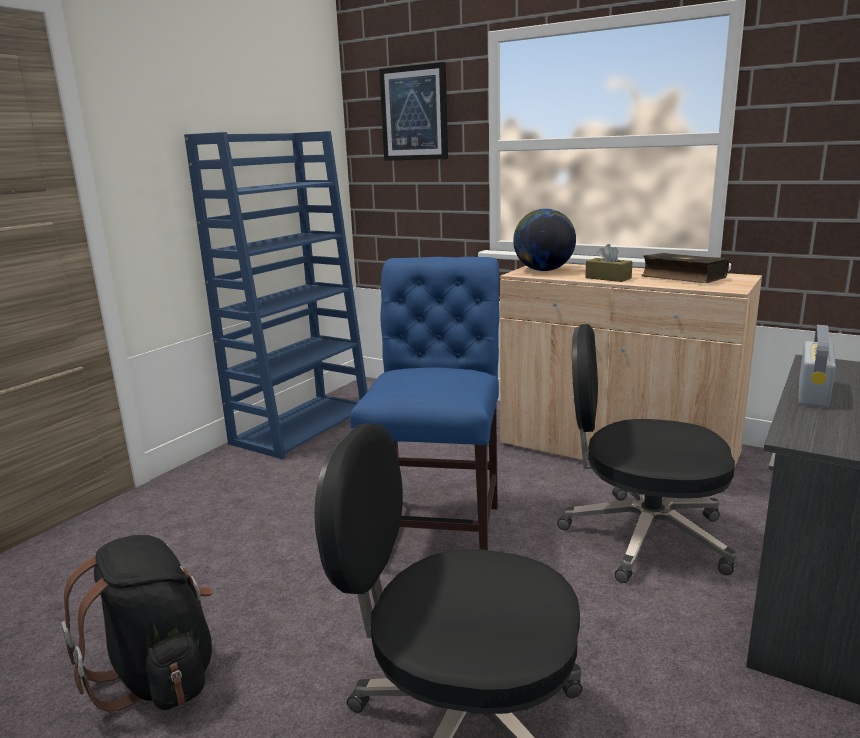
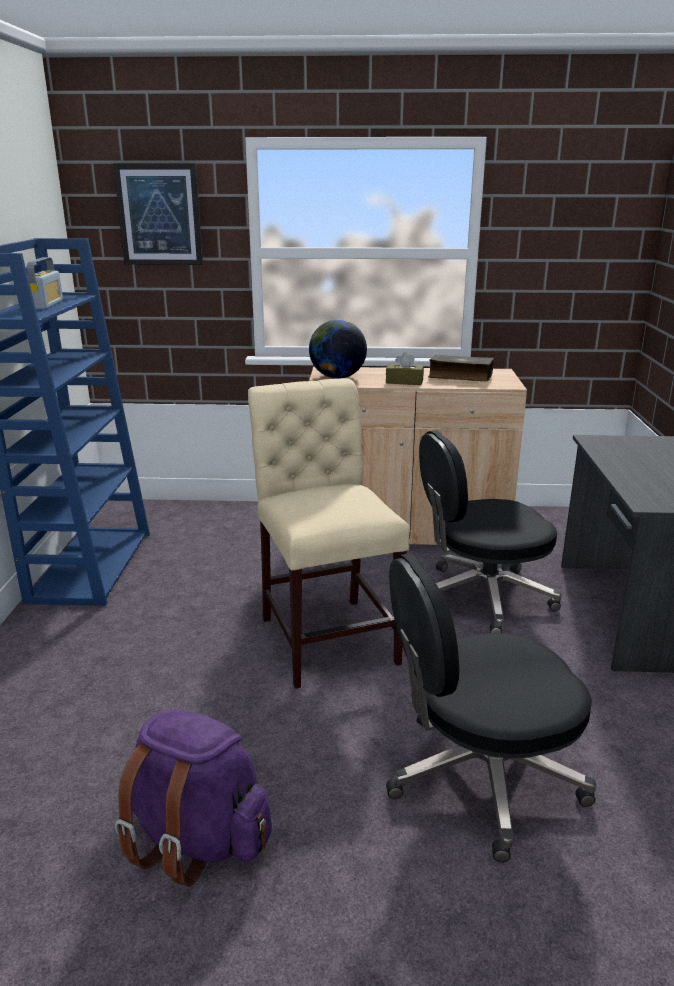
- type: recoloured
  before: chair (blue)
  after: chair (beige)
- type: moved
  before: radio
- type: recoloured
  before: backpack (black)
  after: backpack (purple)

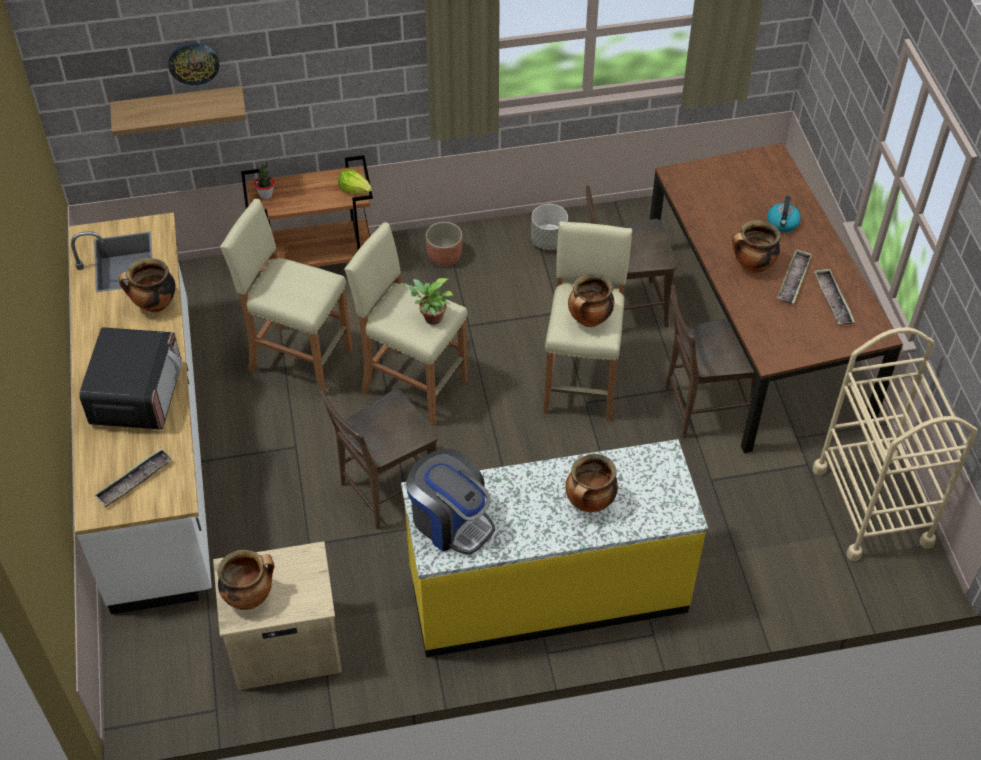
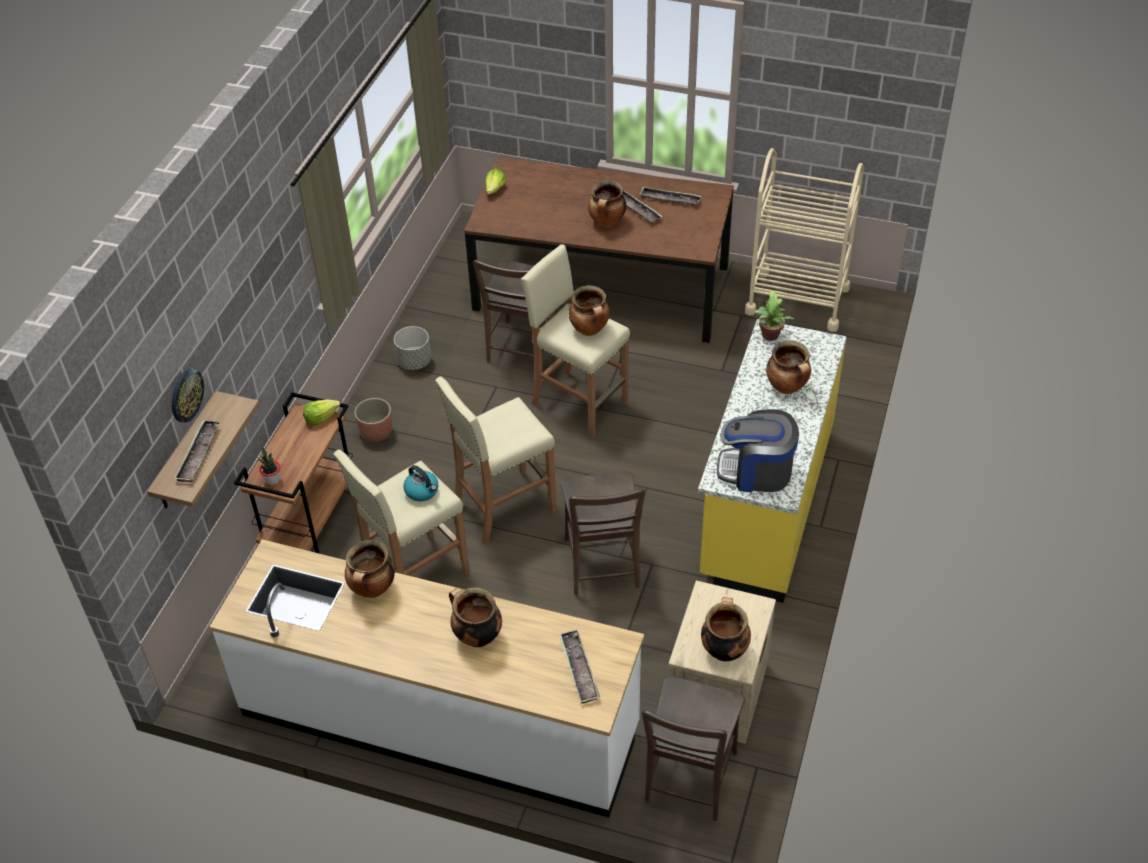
- type: moved
  before: kettle
- type: moved
  before: potted plant (2nd from left)
- type: moved
  before: chair (brown) (3rd from left)
- type: replaced
  before: microwave
  after: cooking pot (2nd from left)
- type: turned
  before: coffee machine
  turn: -150
- type: added
  after: lettuce (2nd from left)
- type: added
  after: tray (1st from left)

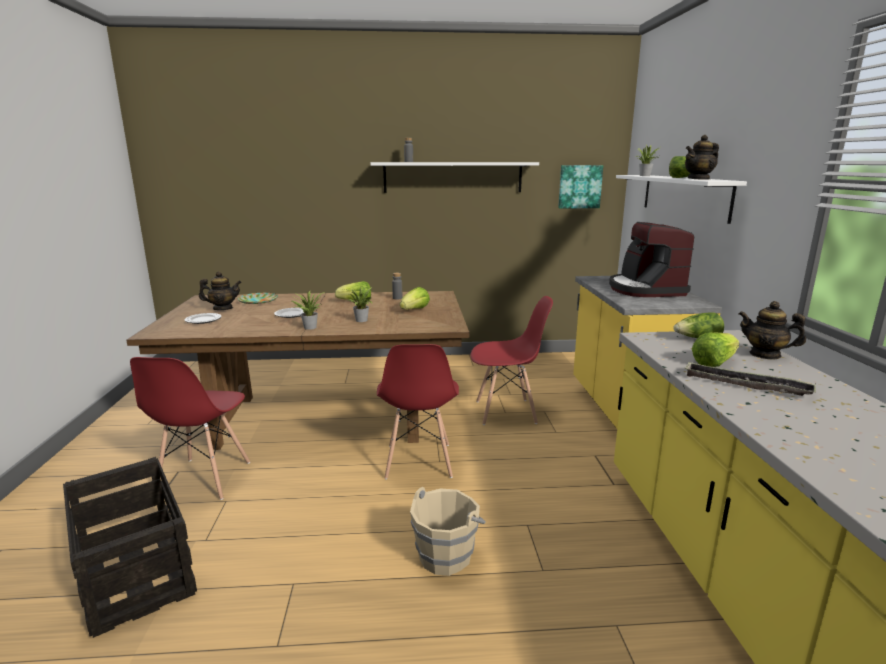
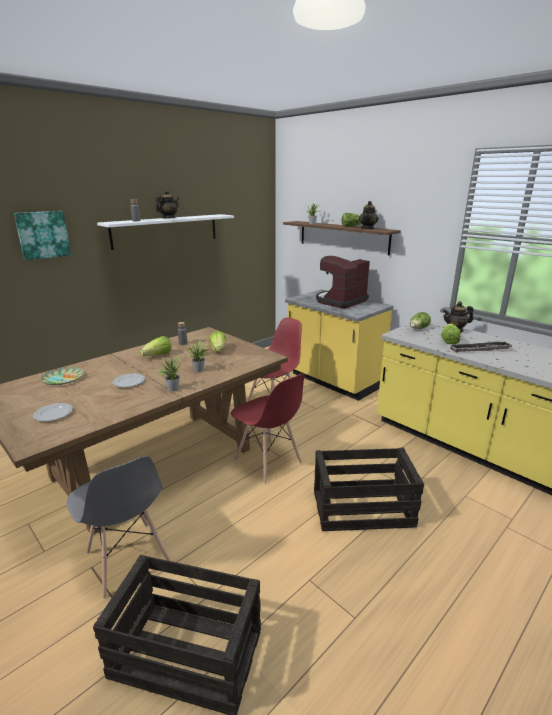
- type: moved
  before: picture
- type: recoloured
  before: shelf (white) (2nd from left)
  after: shelf (brown)
- type: turned
  before: coffee machine
  turn: 90
- type: moved
  before: teapot (1st from left)
- type: recoloured
  before: chair (red) (1st from left)
  after: chair (grey)
- type: replaced
  before: bucket (beige)
  after: crate (2nd from left)

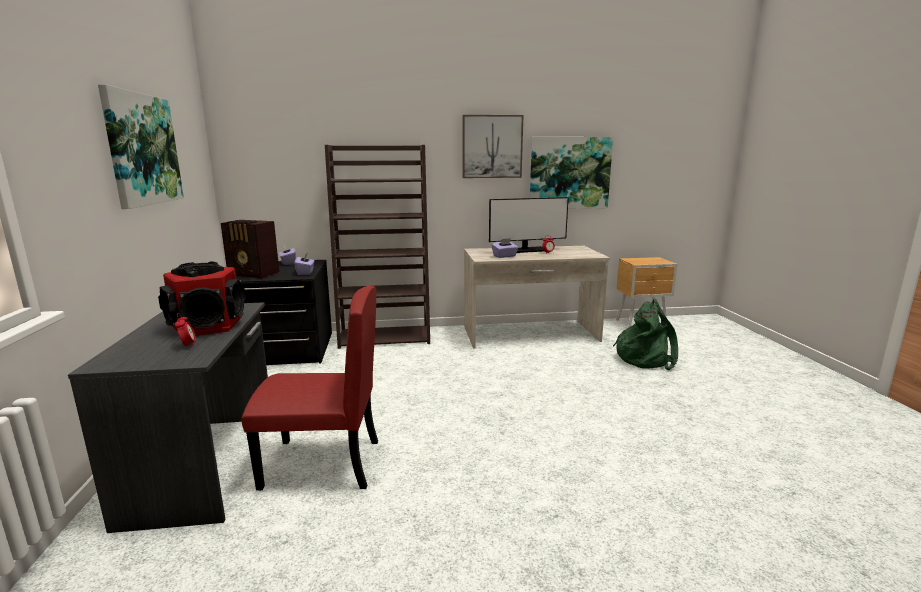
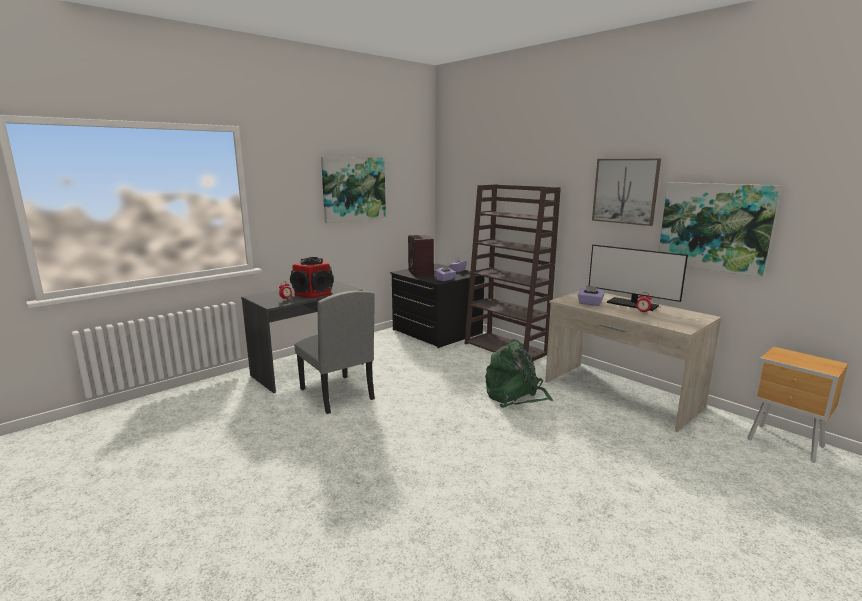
- type: recoloured
  before: chair (red)
  after: chair (grey)
- type: moved
  before: backpack (green)

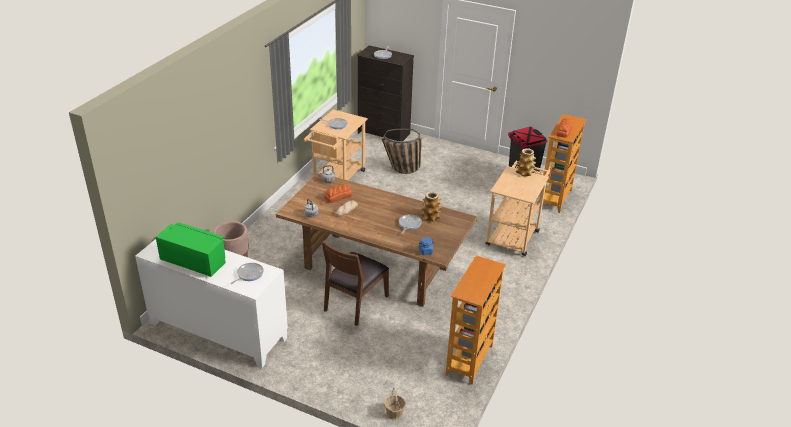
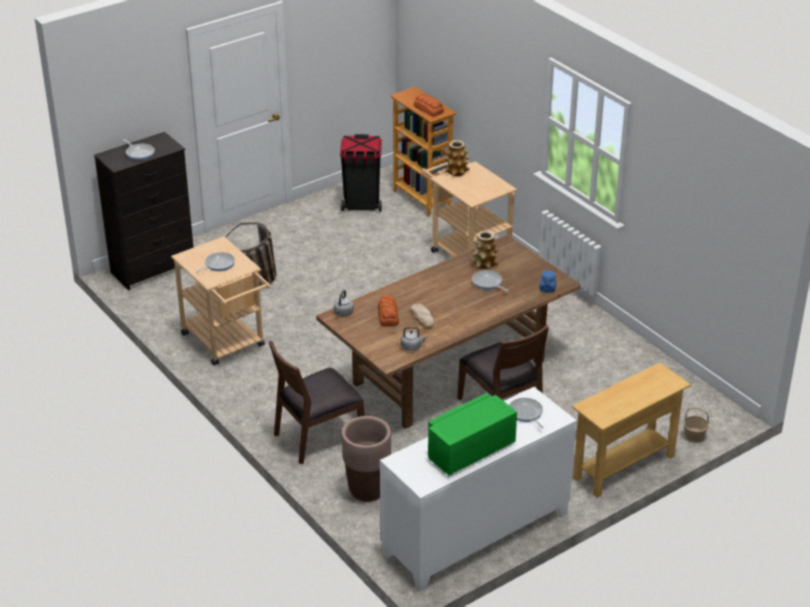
- type: removed
  before: bookcase (1st from left)
- type: added
  after: chair (brown) (1st from left)
- type: added
  after: console table (beige)

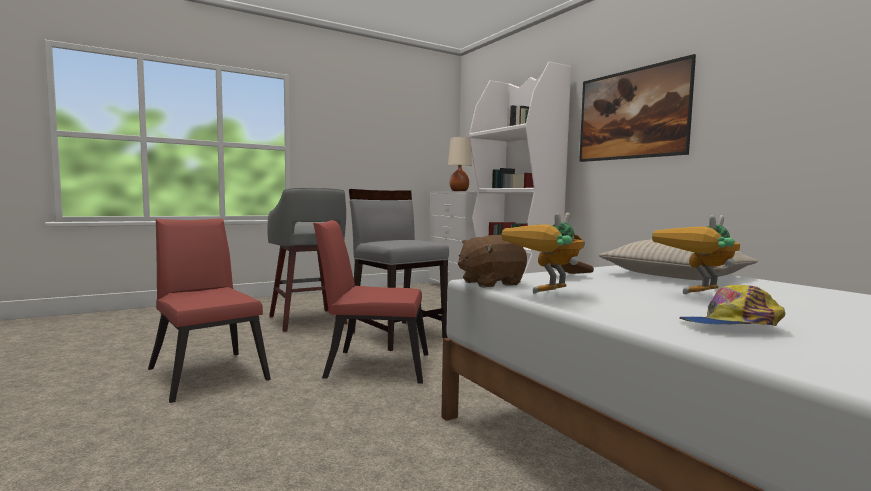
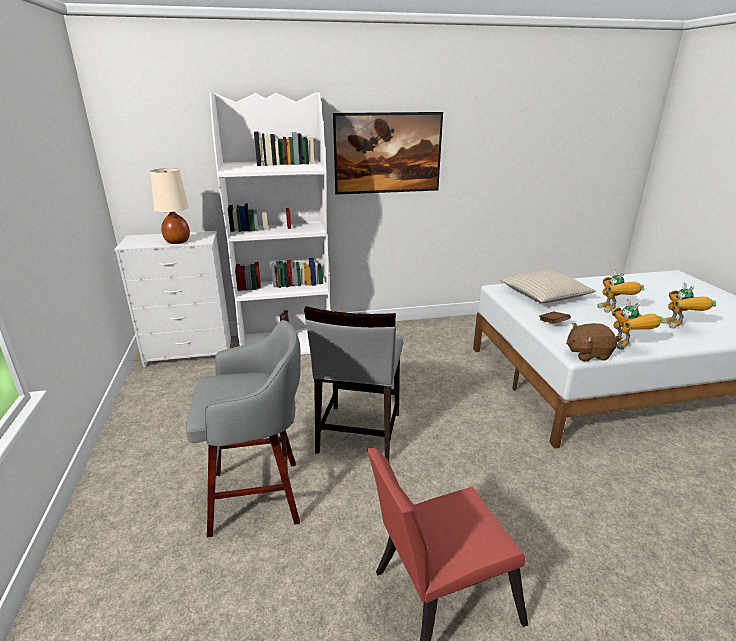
- type: turned
  before: chair (grey)
  turn: -60
- type: removed
  before: chair (red) (2nd from left)
- type: turned
  before: plush toy (brown)
  turn: 90
- type: replaced
  before: cap
  after: toy robot (3rd from left)

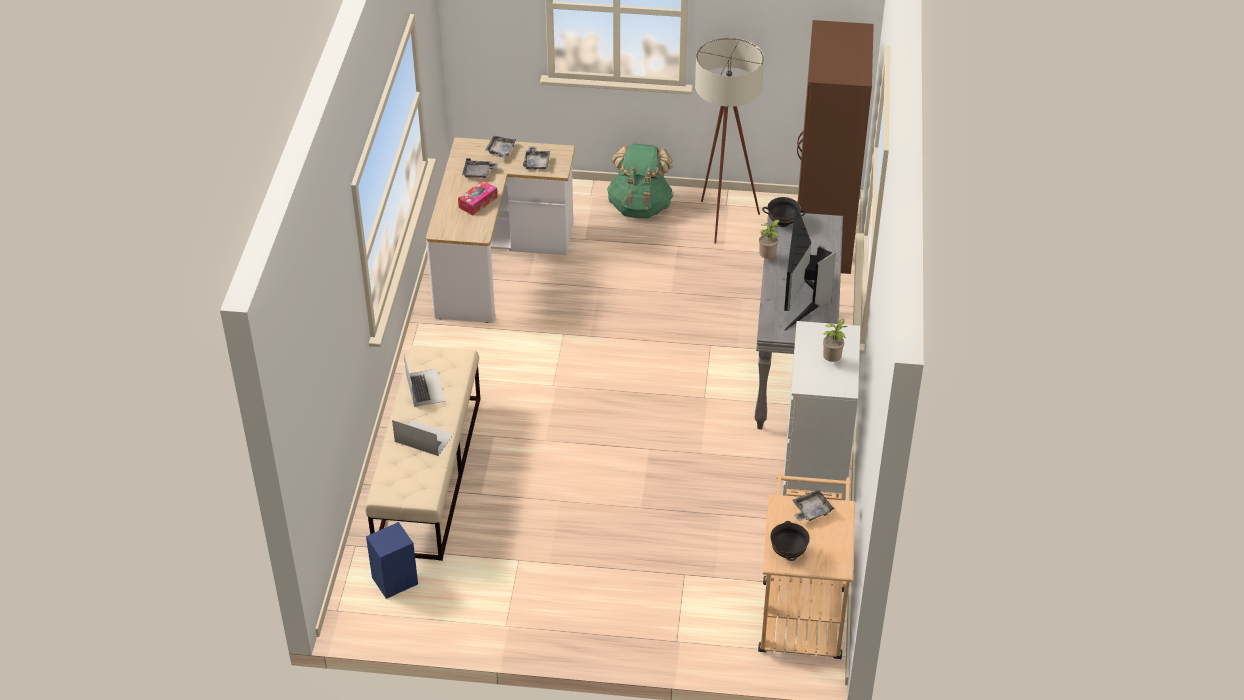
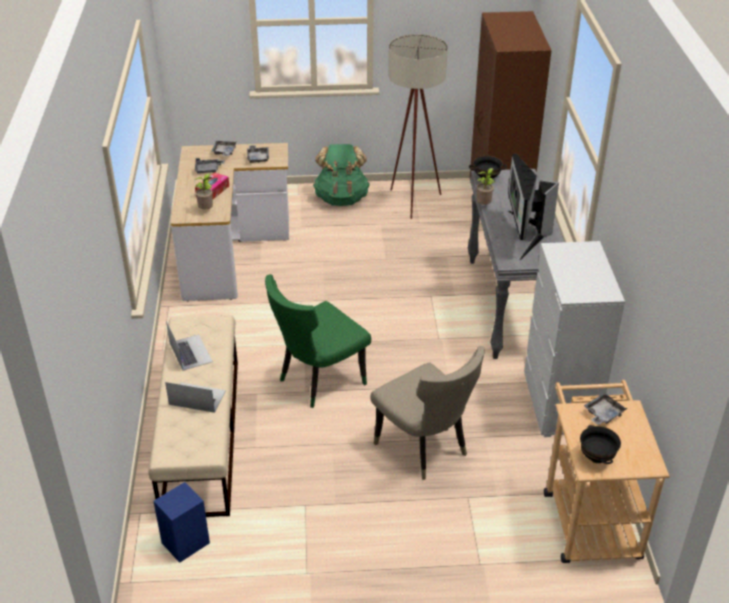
- type: moved
  before: potted plant (2nd from left in the first image)
  after: potted plant (1st from left)
- type: added
  after: chair (green)
- type: added
  after: chair (beige)

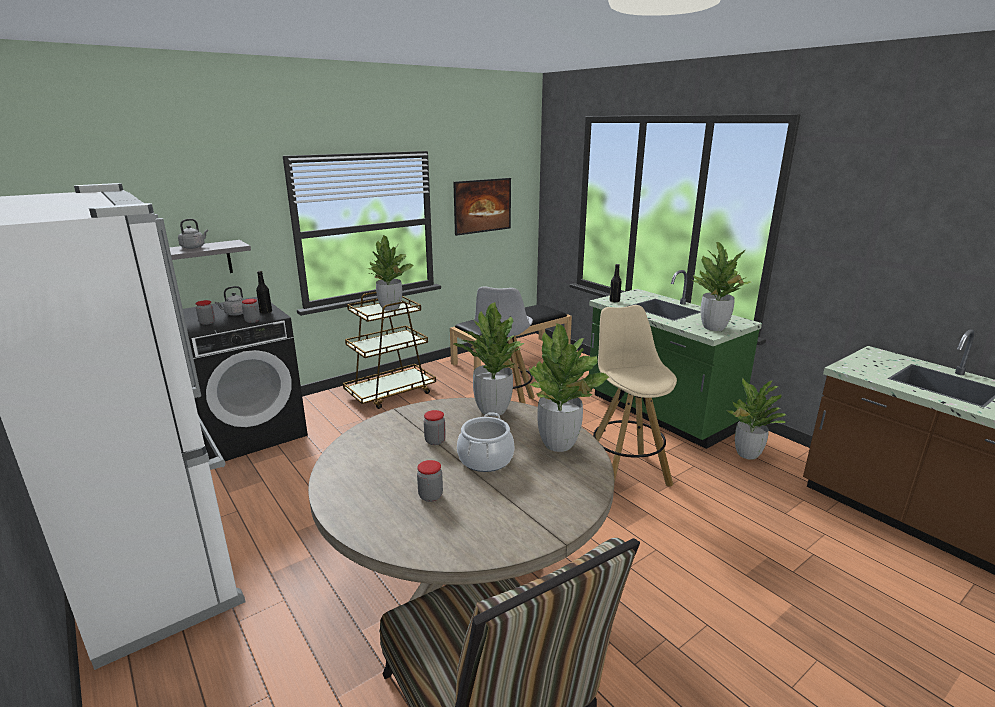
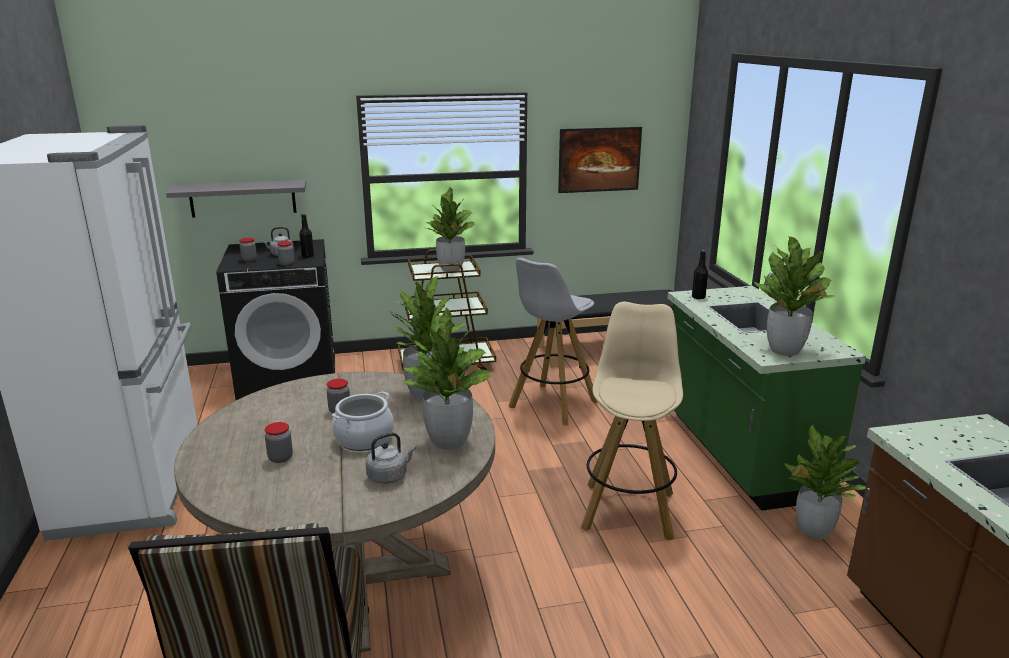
- type: moved
  before: kettle (grey) (1st from left in the first image)
  after: kettle (grey) (2nd from left)

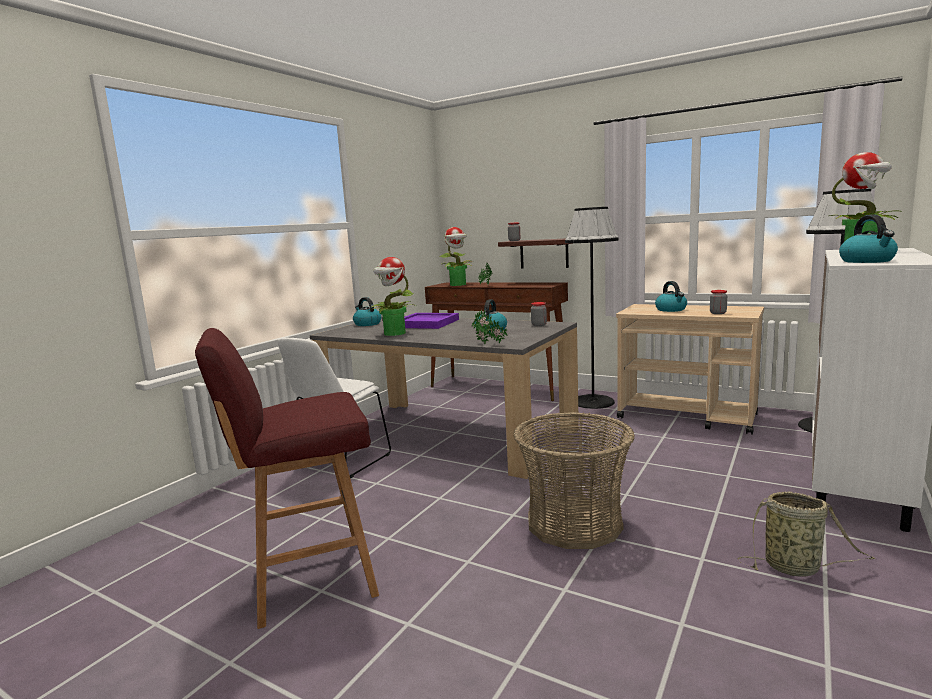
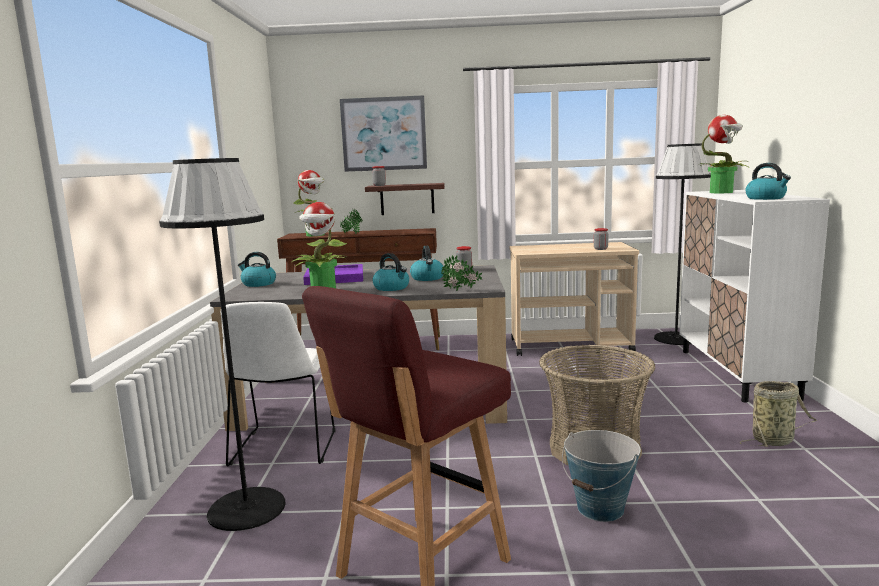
- type: moved
  before: floor lamp (black) (1st from left)
- type: moved
  before: kettle (3rd from left in the first image)
  after: kettle (2nd from left)
- type: added
  after: picture
- type: added
  after: bucket

